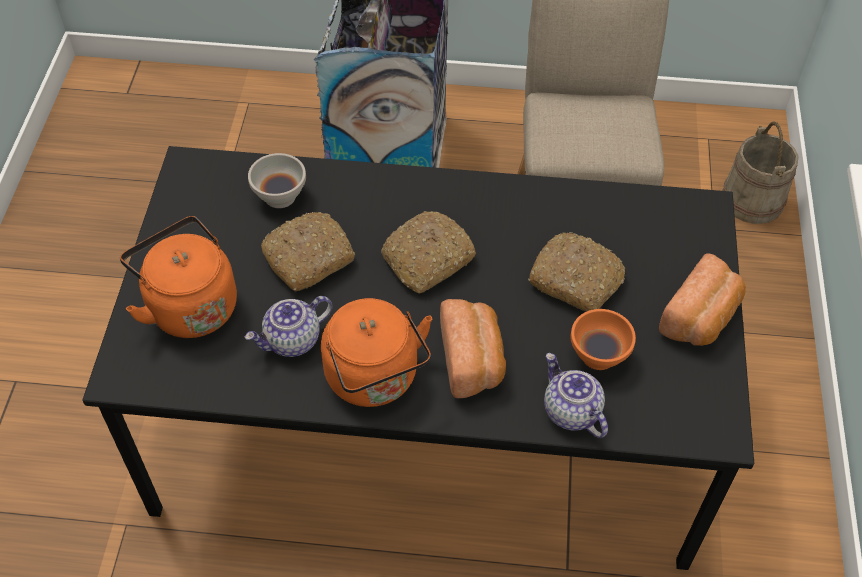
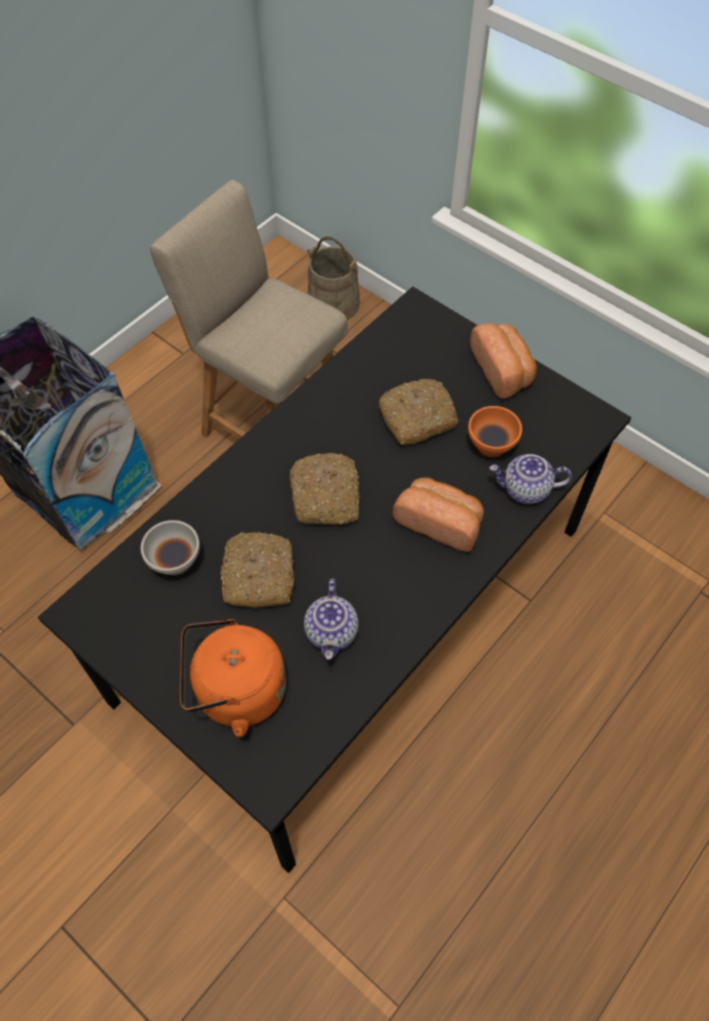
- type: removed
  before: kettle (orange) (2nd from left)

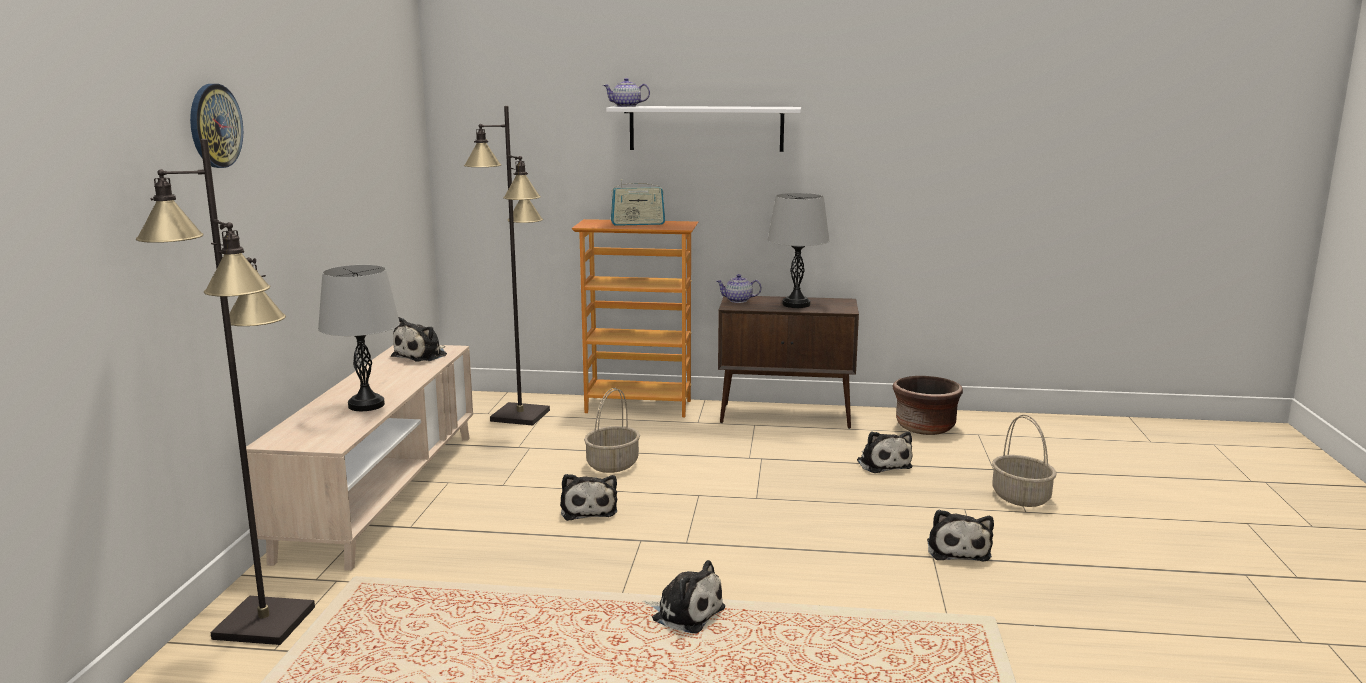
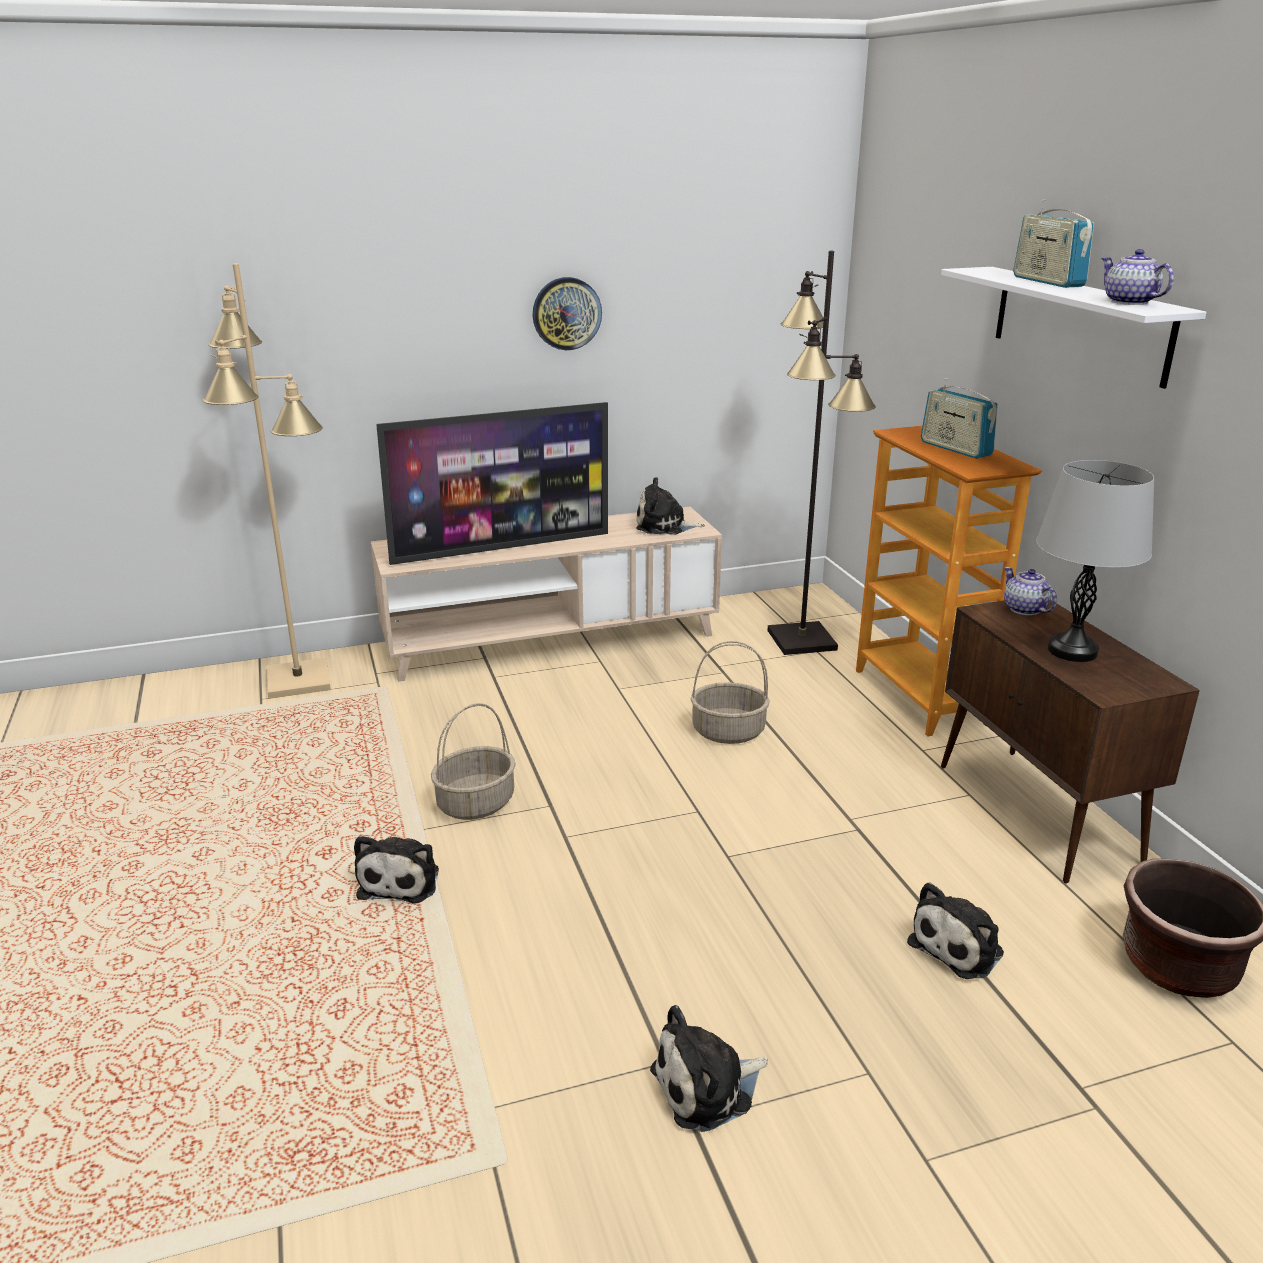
- type: moved
  before: teapot (1st from left in the first image)
  after: teapot (2nd from left)
- type: moved
  before: wall clock
- type: recoloured
  before: floor lamp (black) (1st from left)
  after: floor lamp (beige)
- type: replaced
  before: table lamp (grey) (1st from left)
  after: television
- type: moved
  before: basket (2nd from left in the first image)
  after: basket (1st from left)
- type: removed
  before: plush toy (2nd from left)
- type: added
  after: radio (2nd from left)

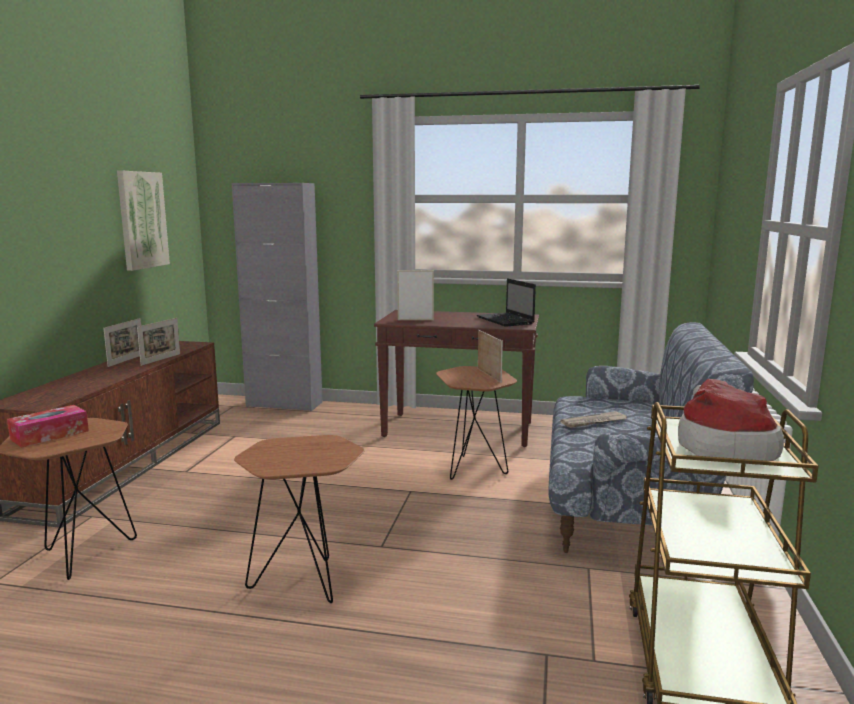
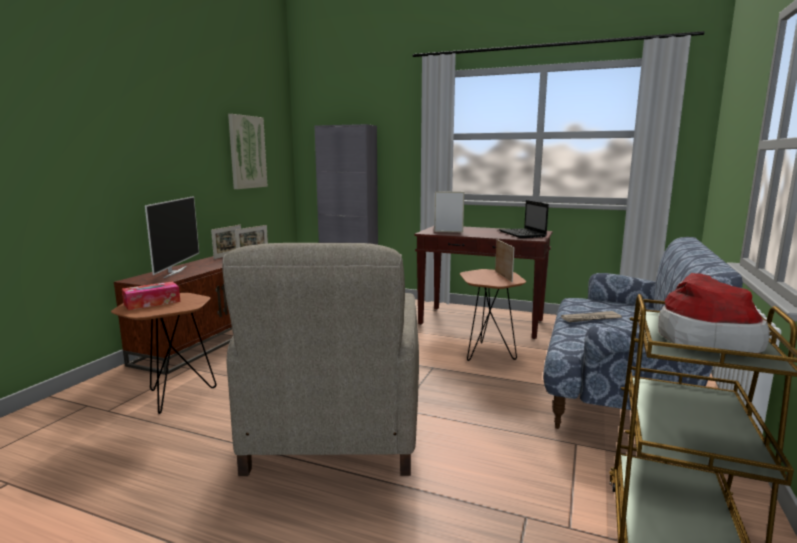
- type: replaced
  before: side table (brown) (2nd from left)
  after: armchair (beige)
- type: added
  after: television

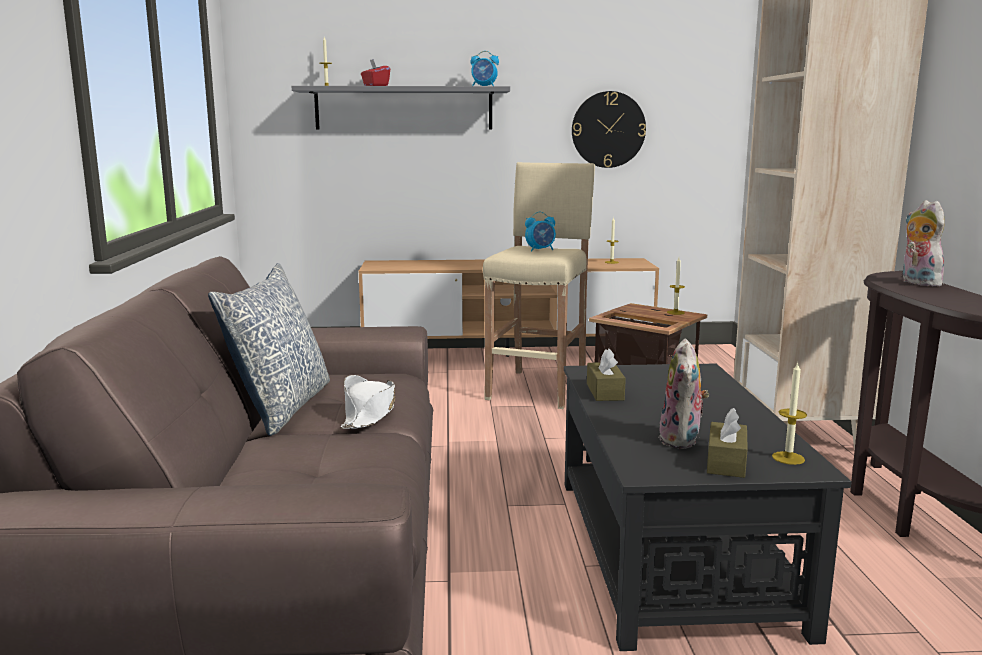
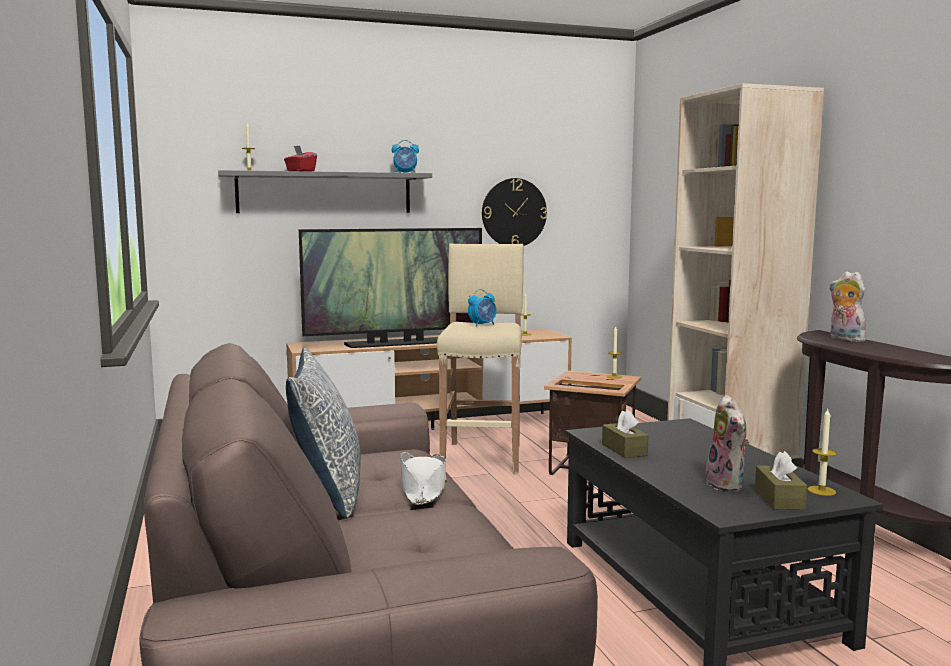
- type: added
  after: television

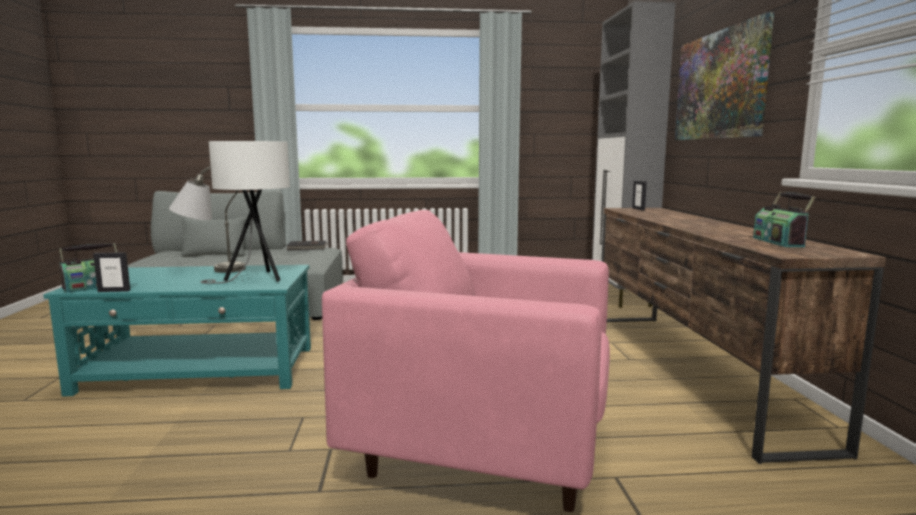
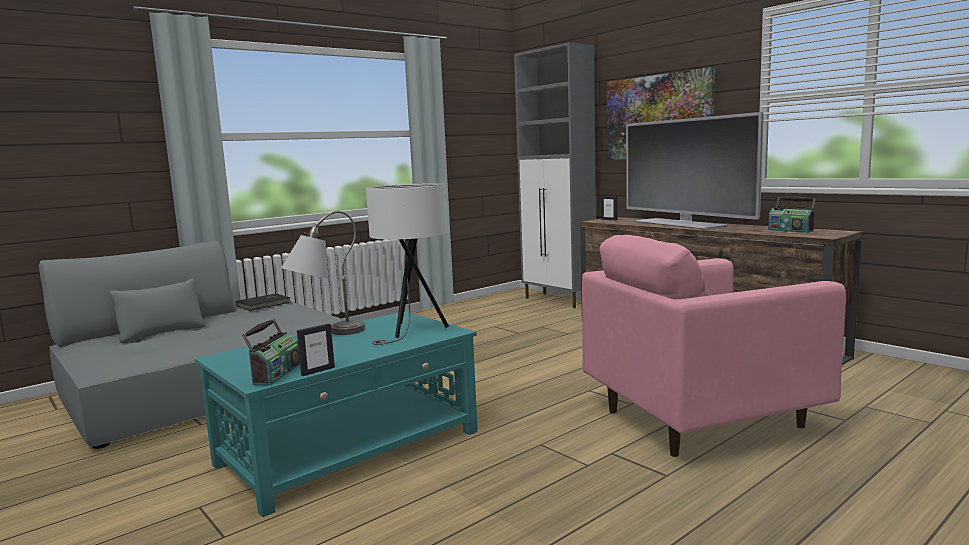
- type: added
  after: television

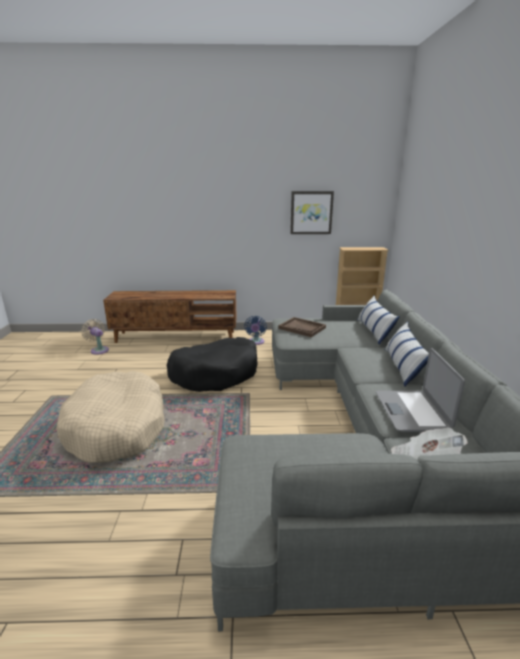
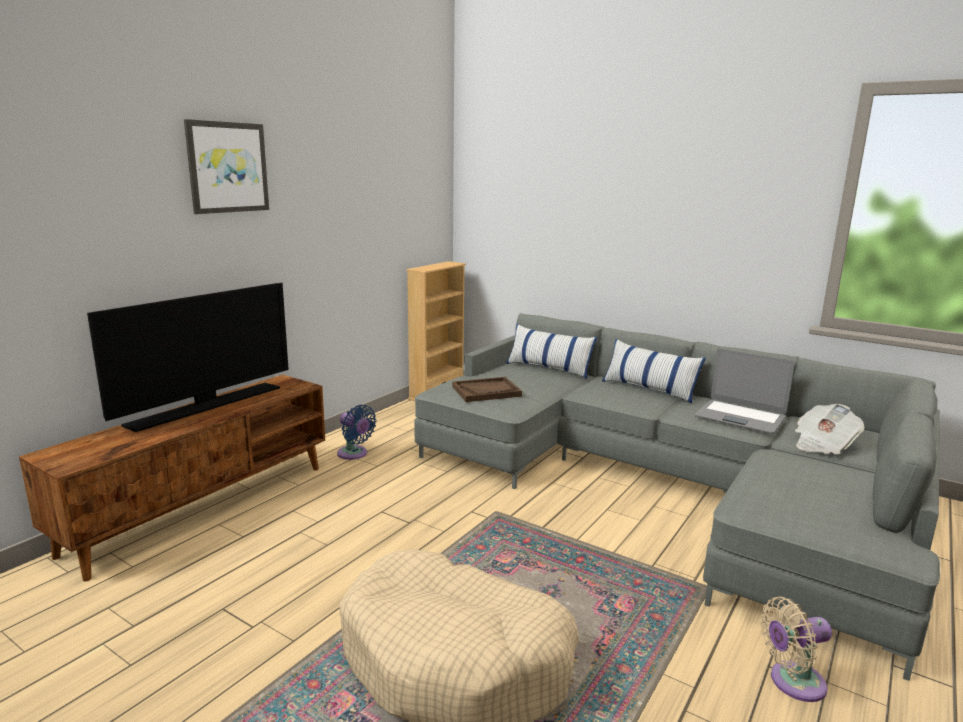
- type: moved
  before: picture
- type: moved
  before: fan (beige)
- type: removed
  before: dog bed (black)
- type: added
  after: television

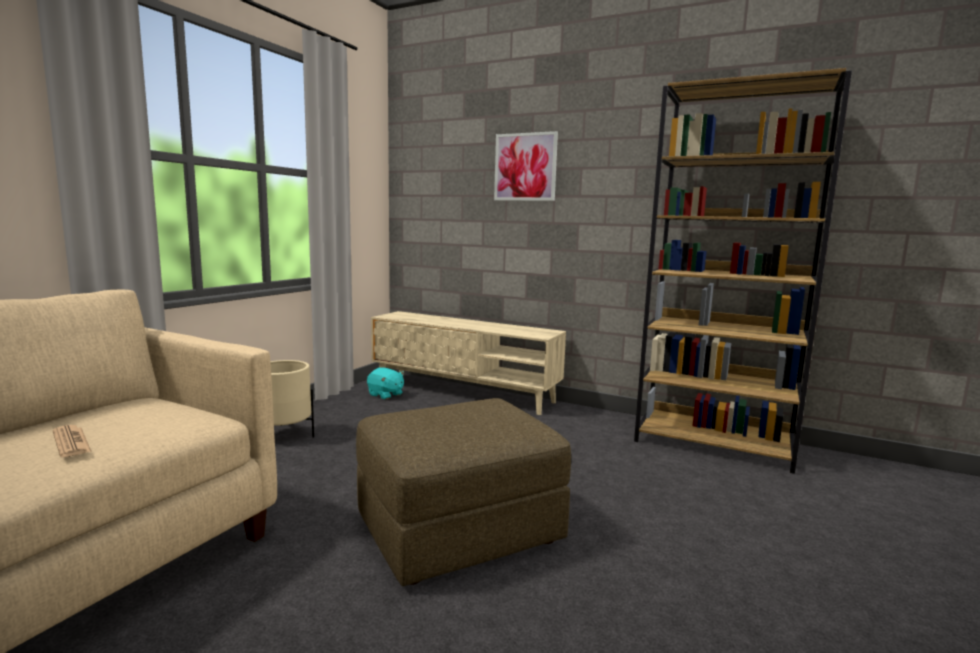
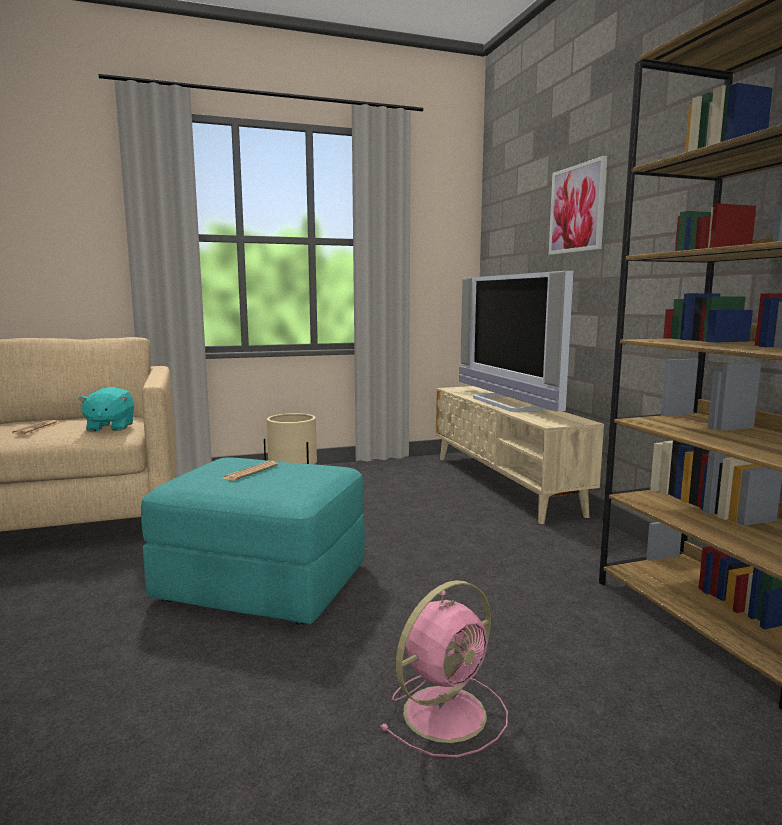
- type: moved
  before: plush toy (turquoise)
- type: recoloured
  before: ottoman (brown)
  after: ottoman (turquoise)
- type: added
  after: television
- type: added
  after: newspaper (2nd from left)
- type: added
  after: fan (pink)

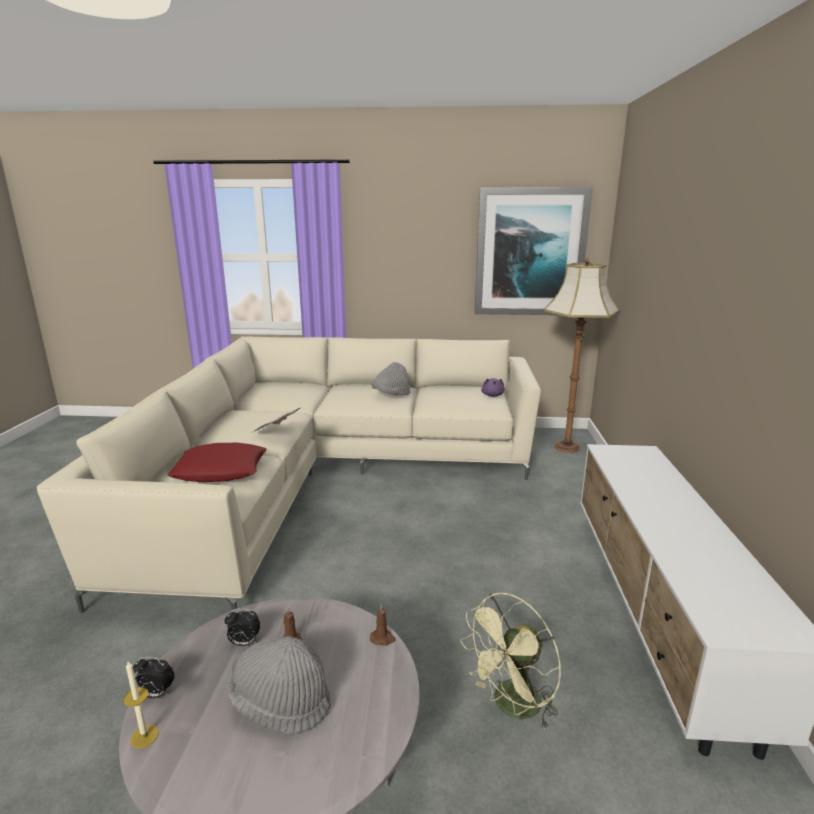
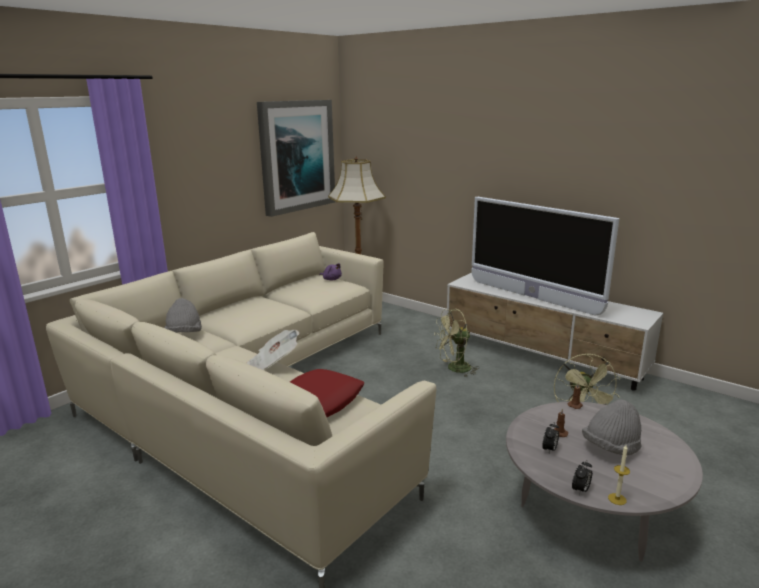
- type: moved
  before: hat (grey) (2nd from left in the first image)
  after: hat (grey) (1st from left)
- type: added
  after: television
- type: added
  after: fan (green) (1st from left)

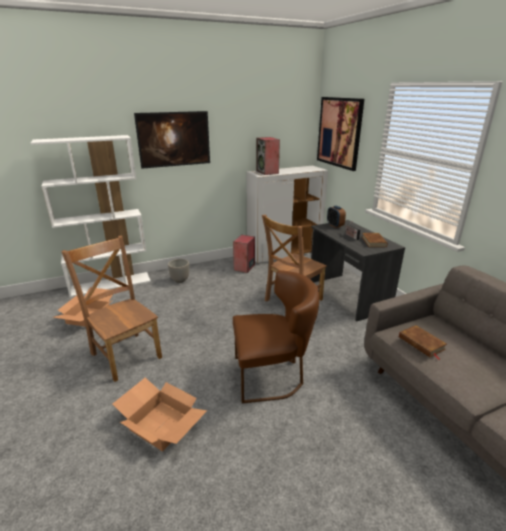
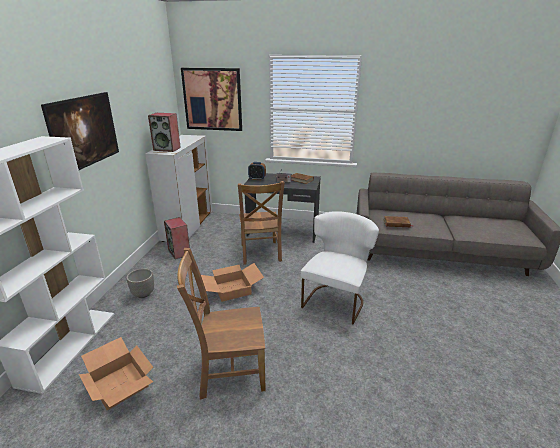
- type: recoloured
  before: chair (brown) (2nd from left)
  after: chair (white)
- type: moved
  before: cardboard box (2nd from left)

